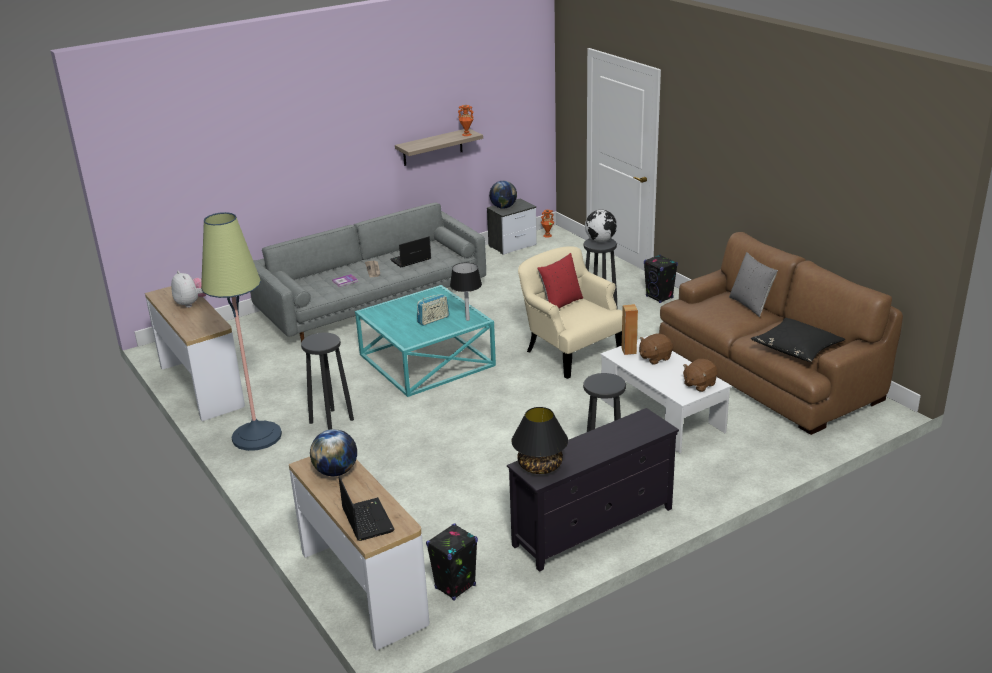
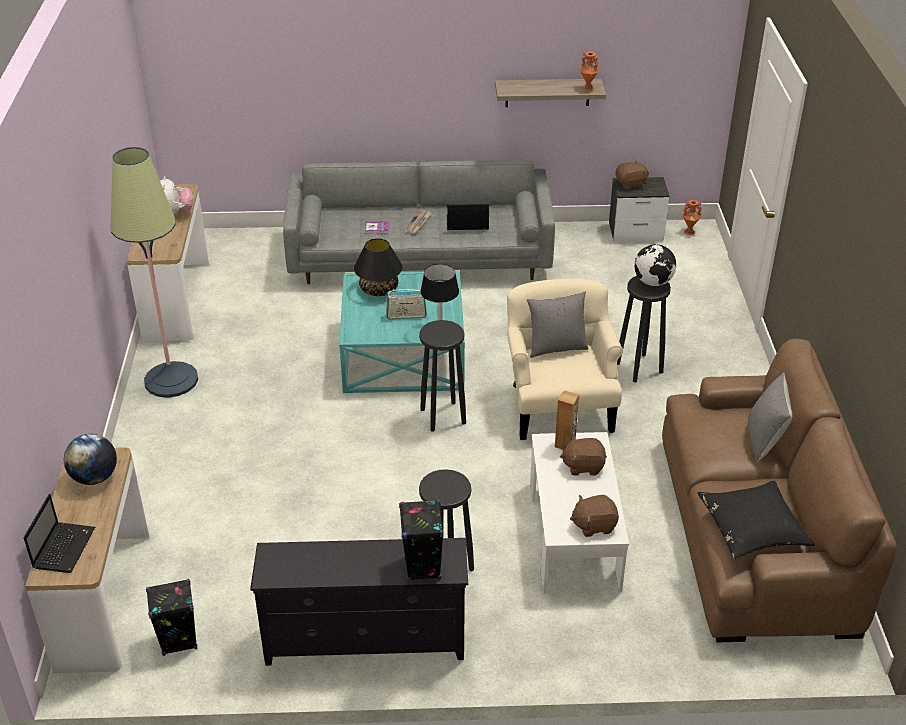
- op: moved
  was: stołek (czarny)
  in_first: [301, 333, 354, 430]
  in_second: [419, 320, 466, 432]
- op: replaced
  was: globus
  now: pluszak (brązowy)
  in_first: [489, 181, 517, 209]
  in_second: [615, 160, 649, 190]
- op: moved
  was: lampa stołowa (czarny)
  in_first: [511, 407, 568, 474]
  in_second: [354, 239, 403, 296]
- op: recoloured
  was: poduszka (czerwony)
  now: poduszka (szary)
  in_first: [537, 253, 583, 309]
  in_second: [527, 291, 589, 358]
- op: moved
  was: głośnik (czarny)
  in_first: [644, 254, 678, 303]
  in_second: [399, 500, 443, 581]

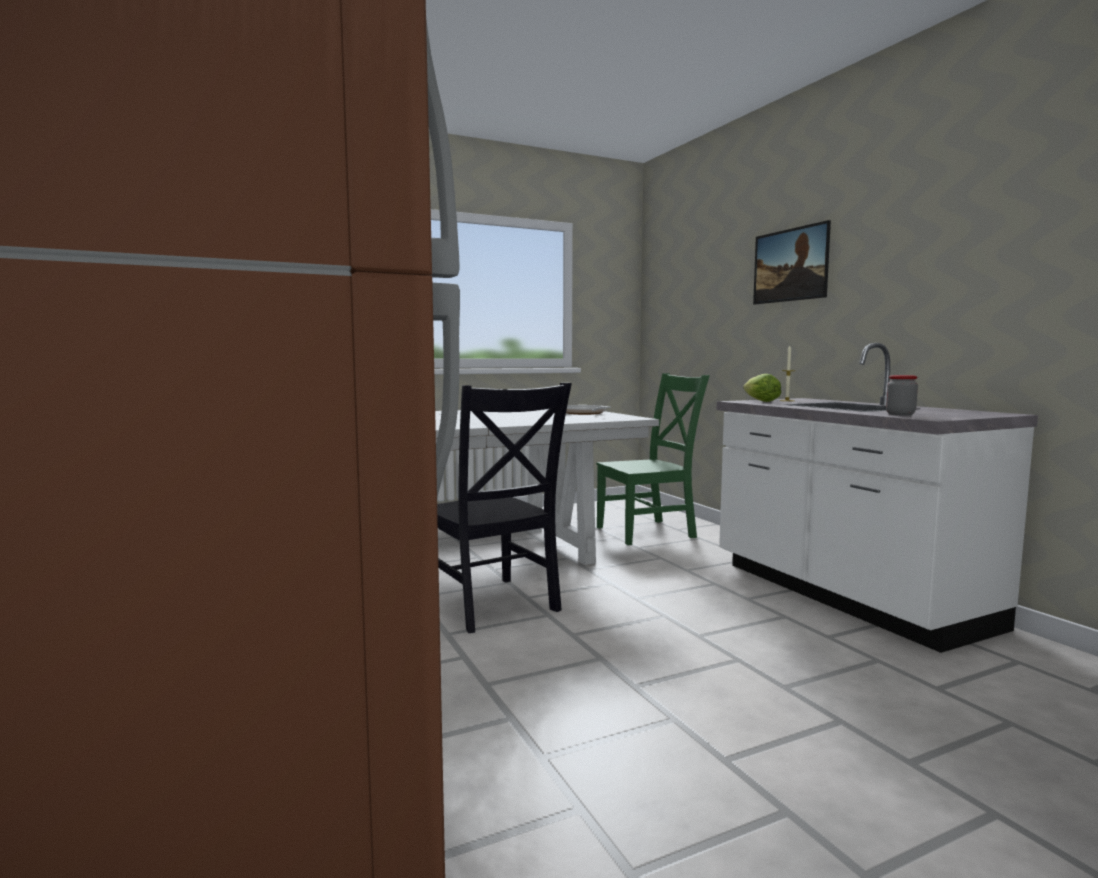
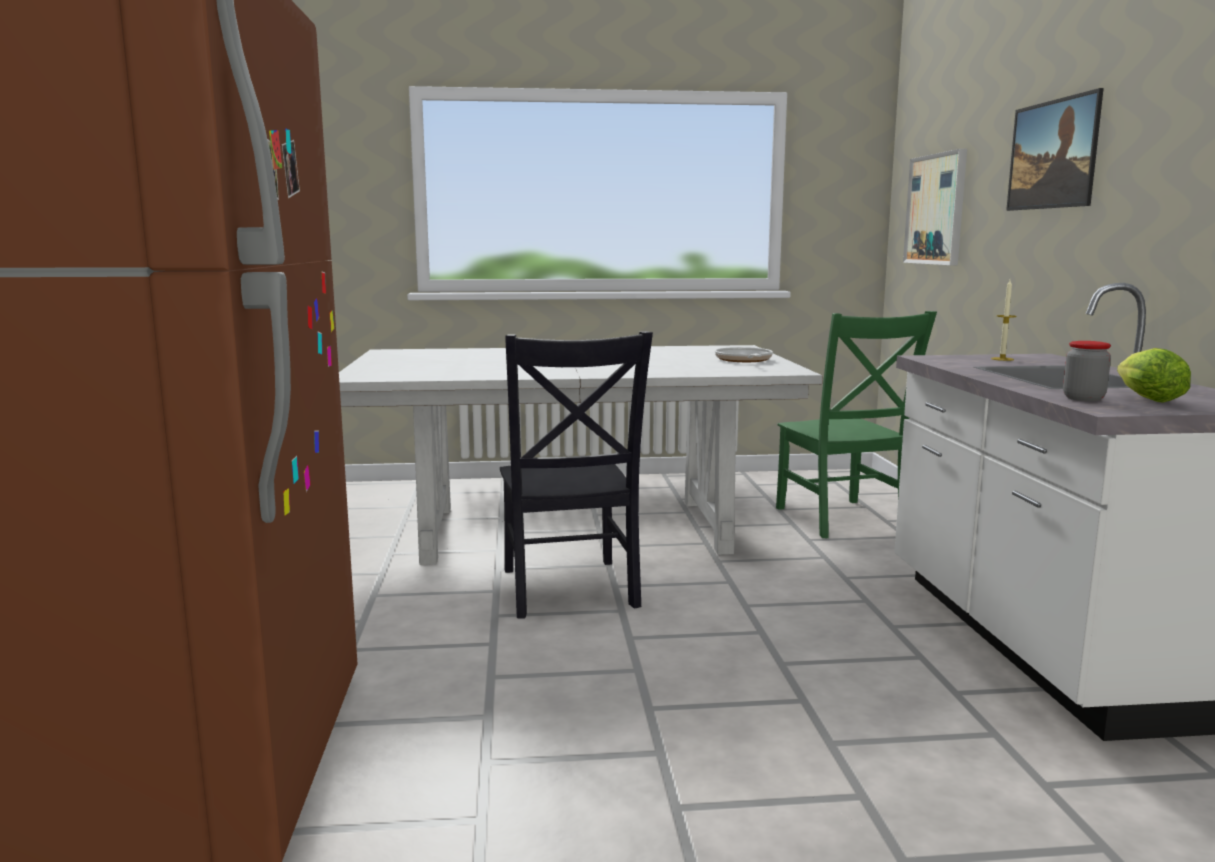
- op: turned
  was: krzesło (zielony)
  in_first: [596, 373, 710, 545]
  in_second: [776, 311, 937, 538]
  clockwise: 75
- op: moved
  was: sałata
  in_first: [743, 374, 781, 402]
  in_second: [1117, 348, 1191, 403]
- op: added
  now: obraz
  in_second: [903, 149, 967, 265]

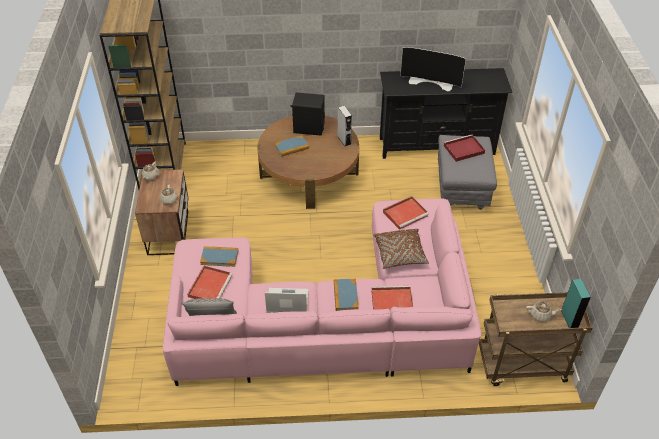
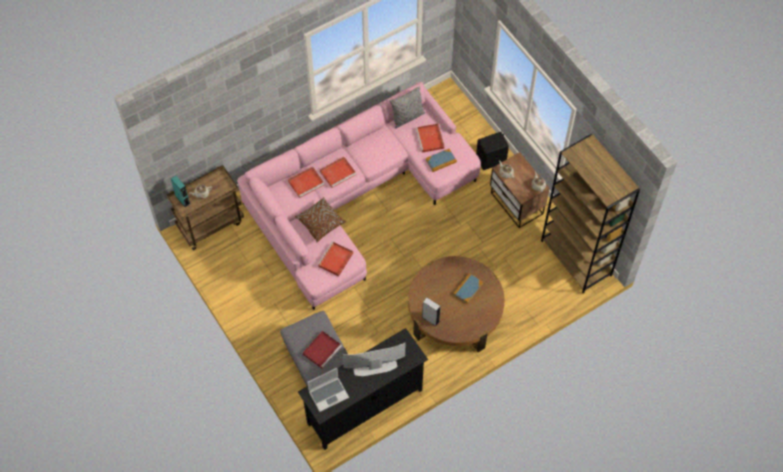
- op: moved
  was: laptop
  in_first: [265, 288, 309, 313]
  in_second: [307, 368, 349, 412]
- op: moved
  was: głośnik (czarny)
  in_first: [290, 93, 325, 136]
  in_second: [476, 132, 509, 170]
- op: replaced
  was: książka
  now: taca (czerwony)
  in_first: [334, 279, 359, 311]
  in_second: [320, 157, 356, 188]

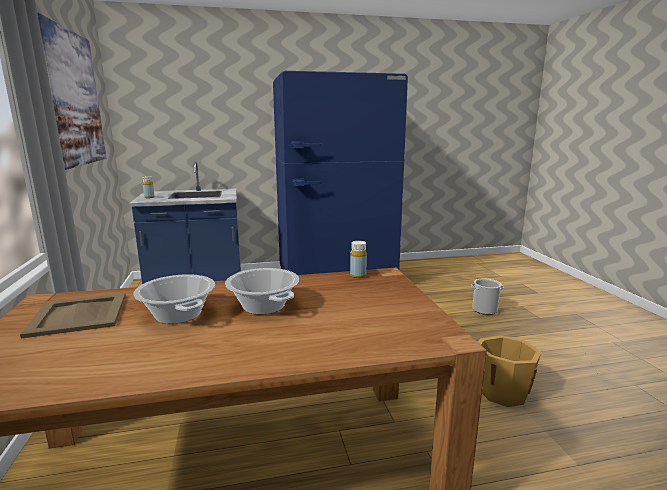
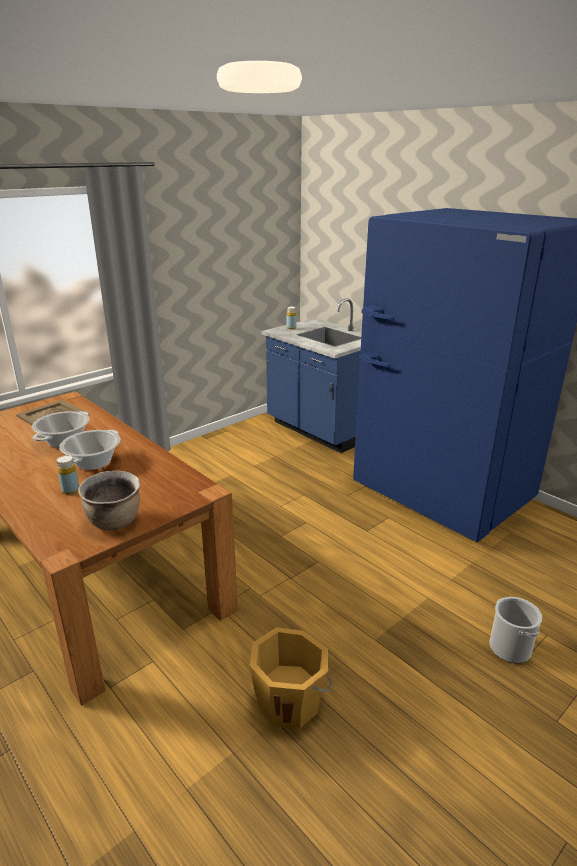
- op: removed
  was: obraz
  in_first: [37, 13, 106, 170]
- op: moved
  was: butelka (żółty)
  in_first: [350, 241, 367, 278]
  in_second: [57, 455, 79, 495]
- op: added
  now: garnek (brązowy)
  in_second: [78, 471, 140, 531]

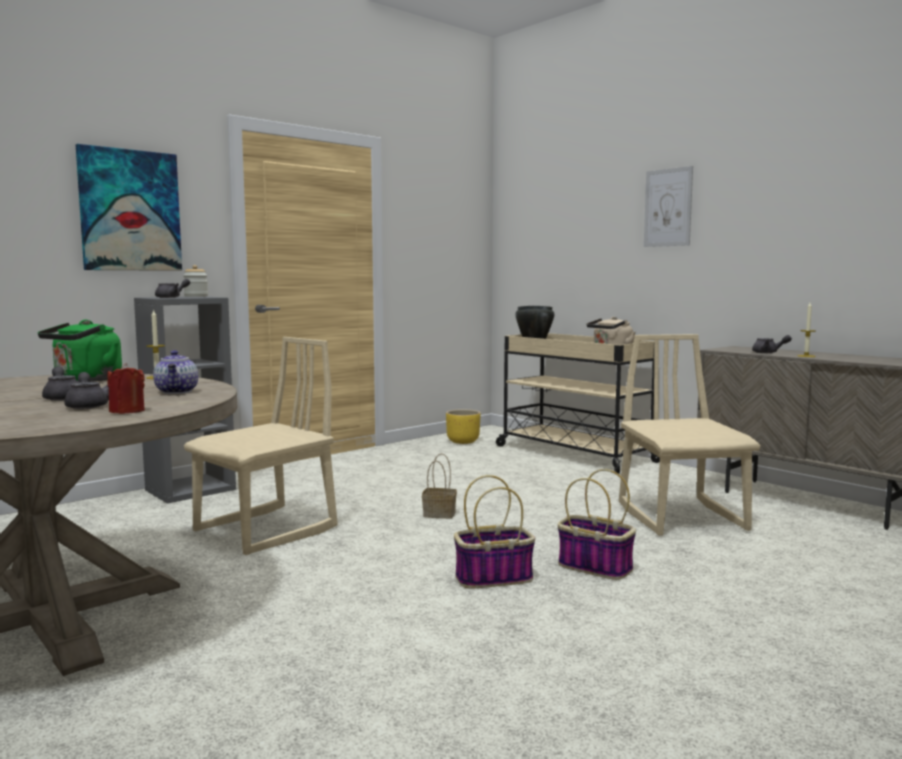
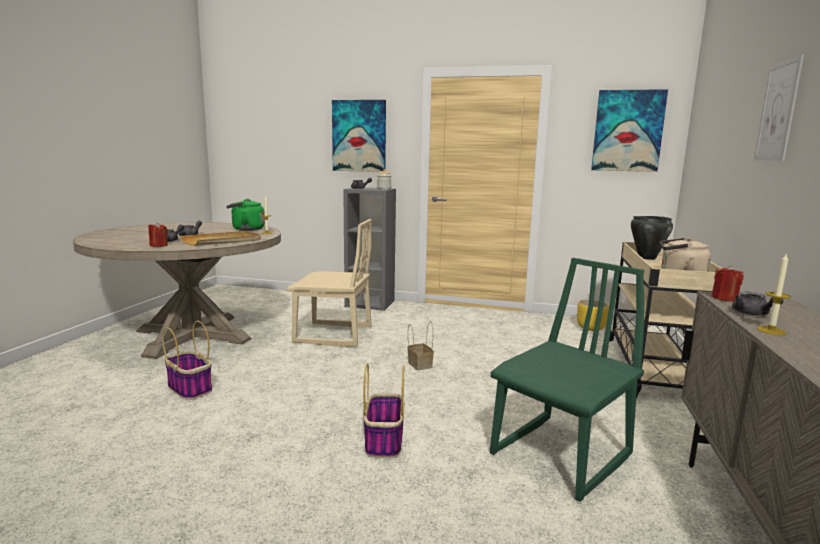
- op: replaced
  was: imbryk
  now: taca (beżowy)
  in_first: [153, 350, 198, 394]
  in_second: [181, 231, 261, 246]
- op: moved
  was: koszyk
  in_first: [454, 475, 535, 588]
  in_second: [162, 320, 212, 400]
- op: recoloured
  was: krzesło (beżowy)
  now: krzesło (zielony)
  in_first: [619, 334, 760, 536]
  in_second: [490, 258, 645, 502]
- op: added
  now: obraz
  in_second: [591, 89, 668, 172]
- op: added
  now: świeca (czerwony)
  in_second: [711, 265, 744, 302]

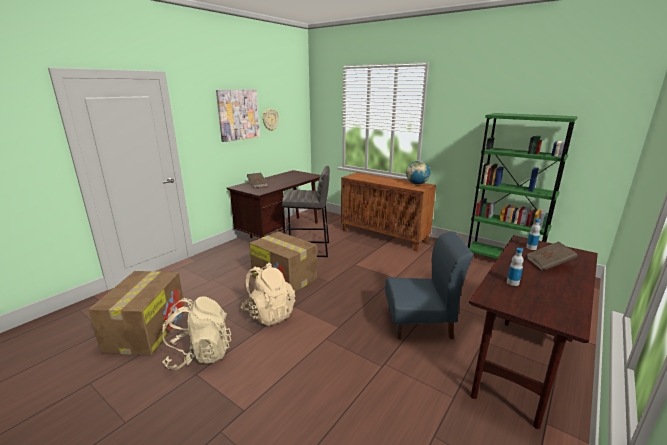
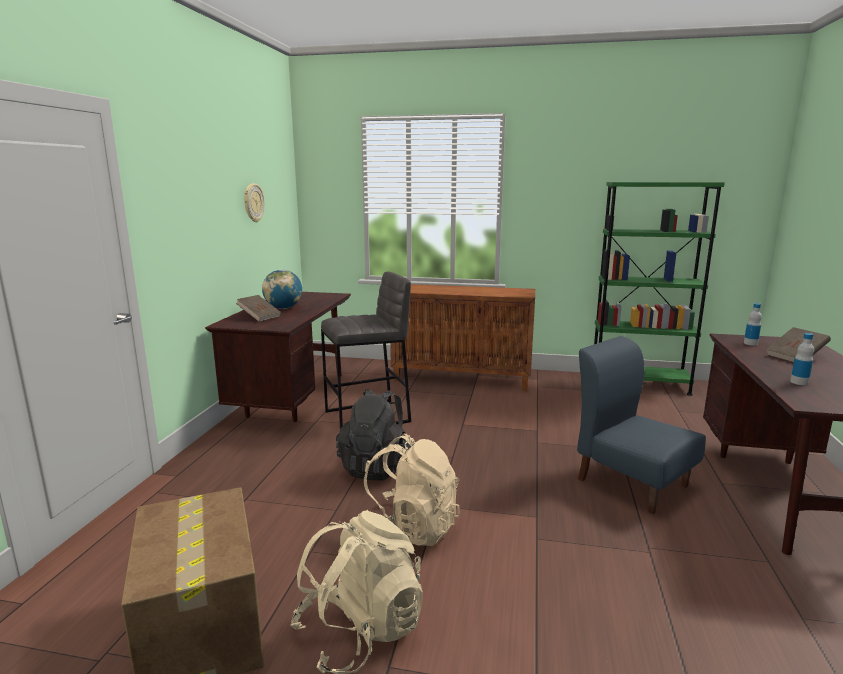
- op: removed
  was: obraz
  in_first: [216, 89, 260, 142]
- op: replaced
  was: karton
  now: plecak (czarny)
  in_first: [249, 231, 317, 292]
  in_second: [336, 388, 411, 481]
- op: turned
  was: krzesło (niebieski)
  in_first: [385, 232, 473, 339]
  in_second: [577, 336, 706, 514]
  clockwise: -105
- op: moved
  was: globus
  in_first: [406, 161, 430, 185]
  in_second: [262, 270, 302, 309]

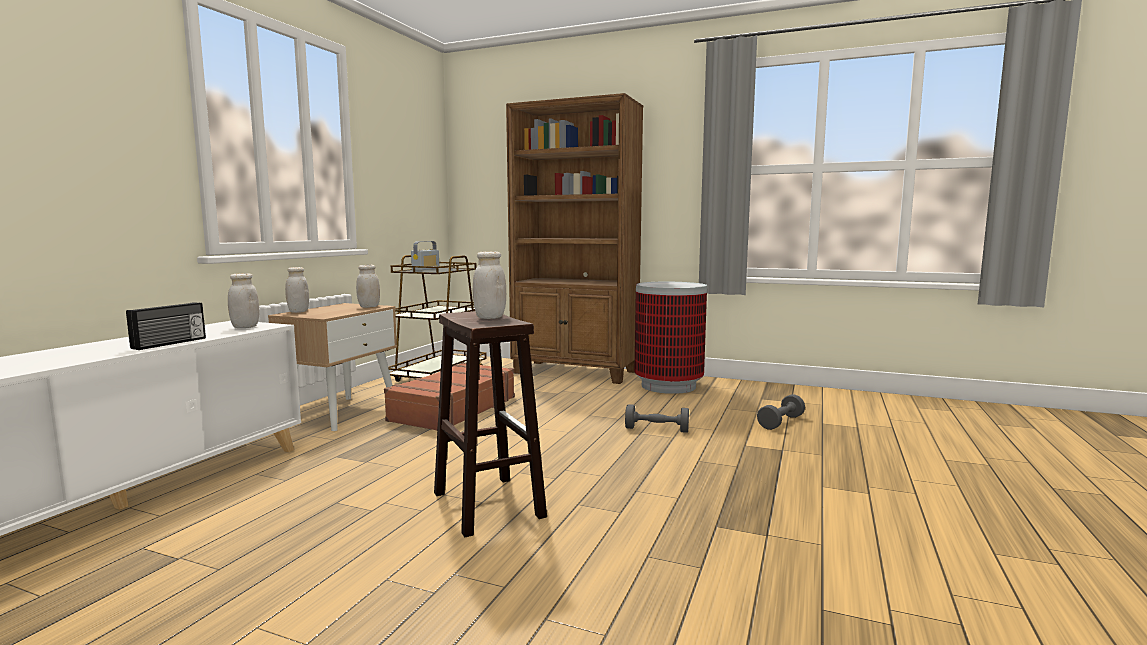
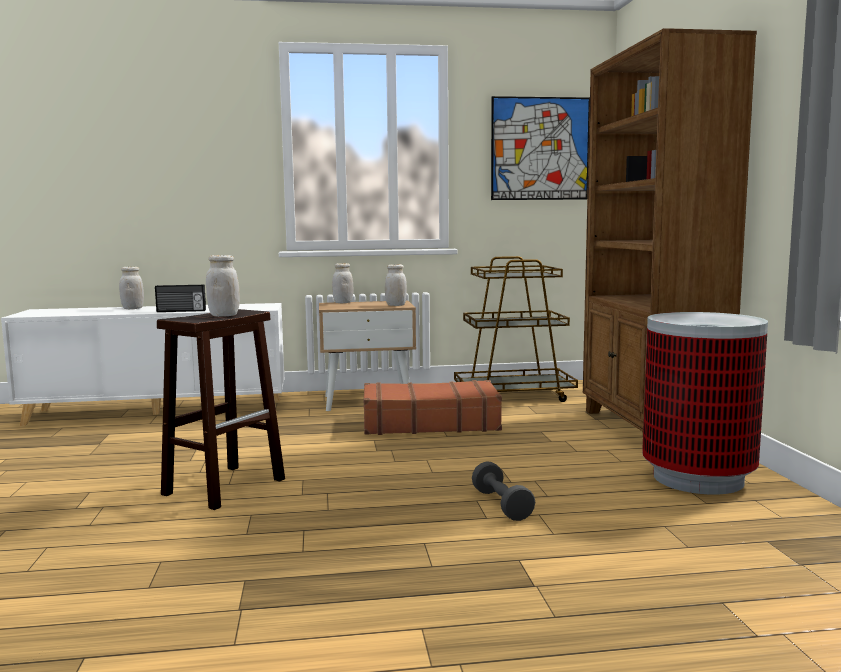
- op: moved
  was: słoik (biały)
  in_first: [228, 273, 259, 328]
  in_second: [119, 267, 144, 309]
- op: removed
  was: radio
  in_first: [411, 241, 439, 270]
- op: removed
  was: hantel (szary)
  in_first: [757, 395, 805, 430]
- op: added
  now: obraz
  in_second: [491, 96, 590, 200]

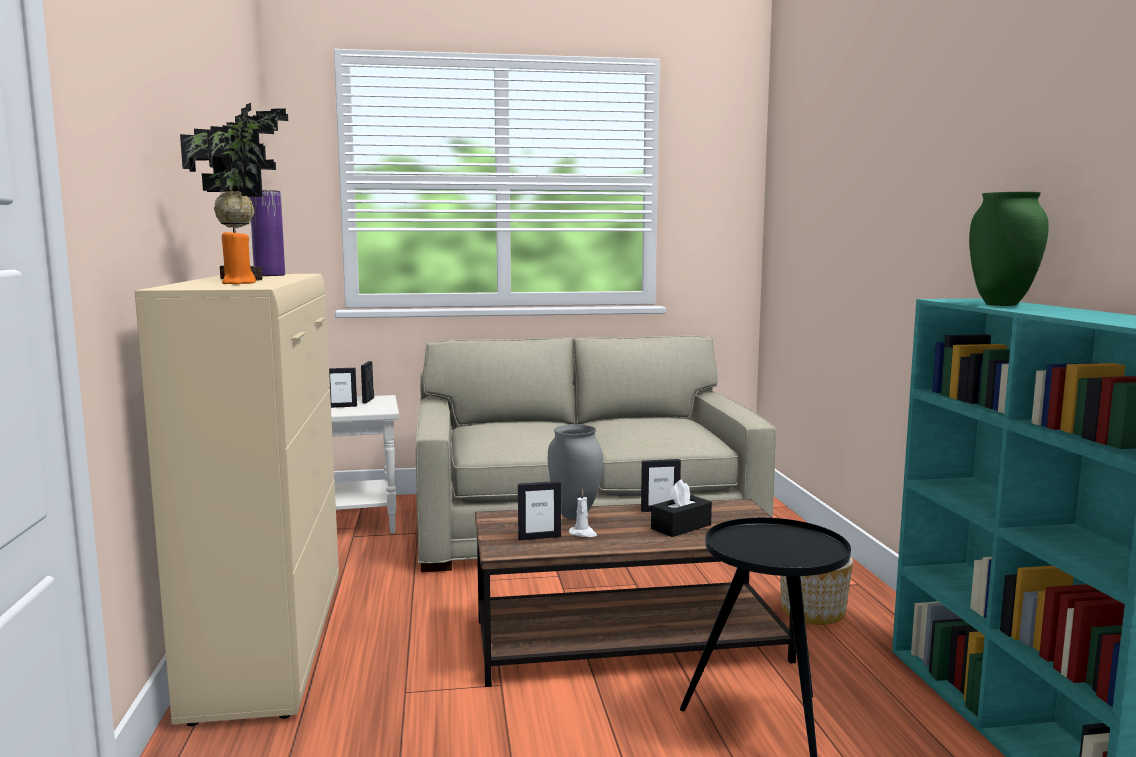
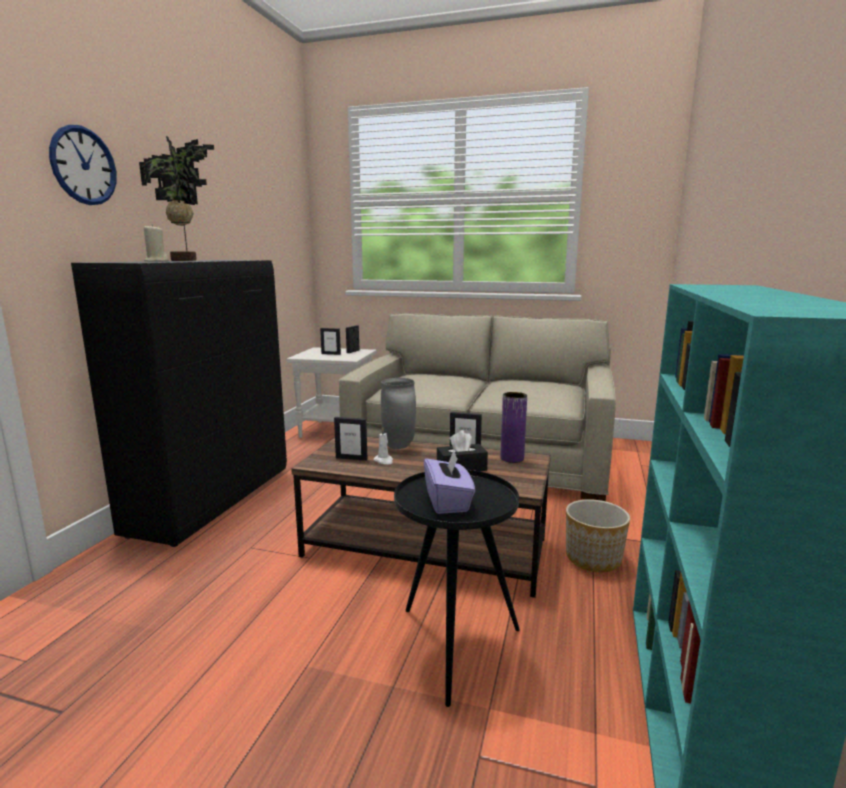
- op: recoloured
  was: szafka (beżowy)
  now: szafka (czarny)
  in_first: [135, 274, 339, 726]
  in_second: [71, 260, 287, 547]
- op: recoloured
  was: świeca (pomarańczowy)
  now: świeca (beżowy)
  in_first: [222, 229, 256, 285]
  in_second: [144, 224, 169, 262]
- op: moved
  was: wazon (fioletowy)
  in_first: [249, 190, 285, 276]
  in_second: [500, 392, 527, 463]
- op: removed
  was: wazon (zielony)
  in_first: [969, 192, 1049, 306]
- op: added
  now: zegar ścienny
  in_second: [49, 125, 117, 205]
- op: added
  now: pudełko chusteczek (fioletowy)
  in_second: [424, 450, 475, 514]

